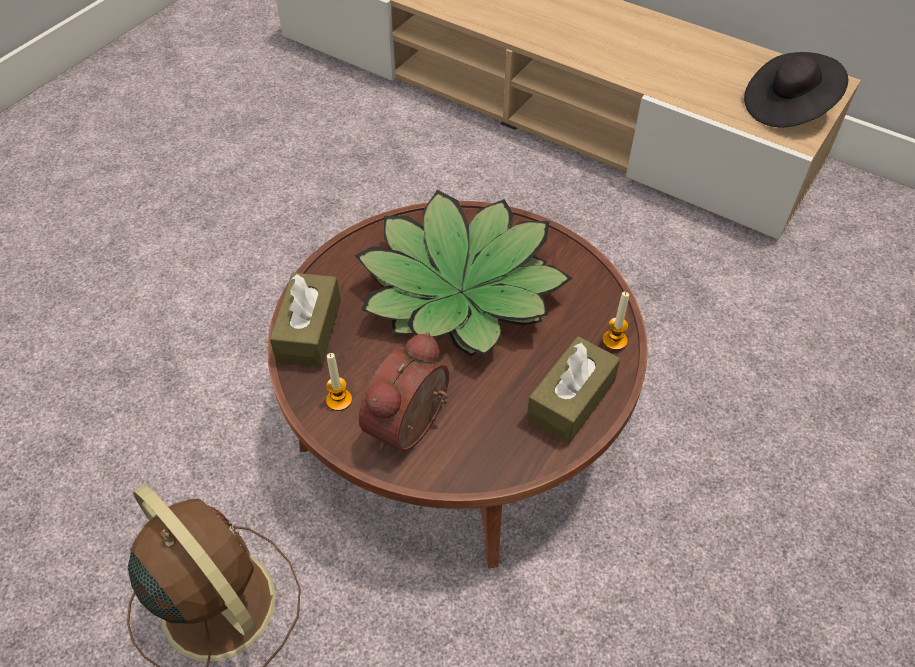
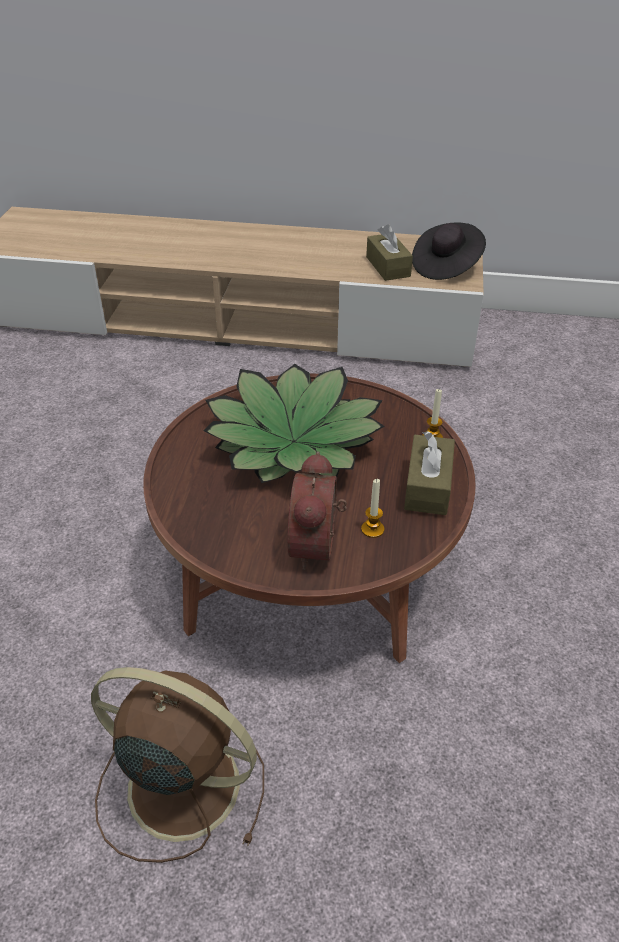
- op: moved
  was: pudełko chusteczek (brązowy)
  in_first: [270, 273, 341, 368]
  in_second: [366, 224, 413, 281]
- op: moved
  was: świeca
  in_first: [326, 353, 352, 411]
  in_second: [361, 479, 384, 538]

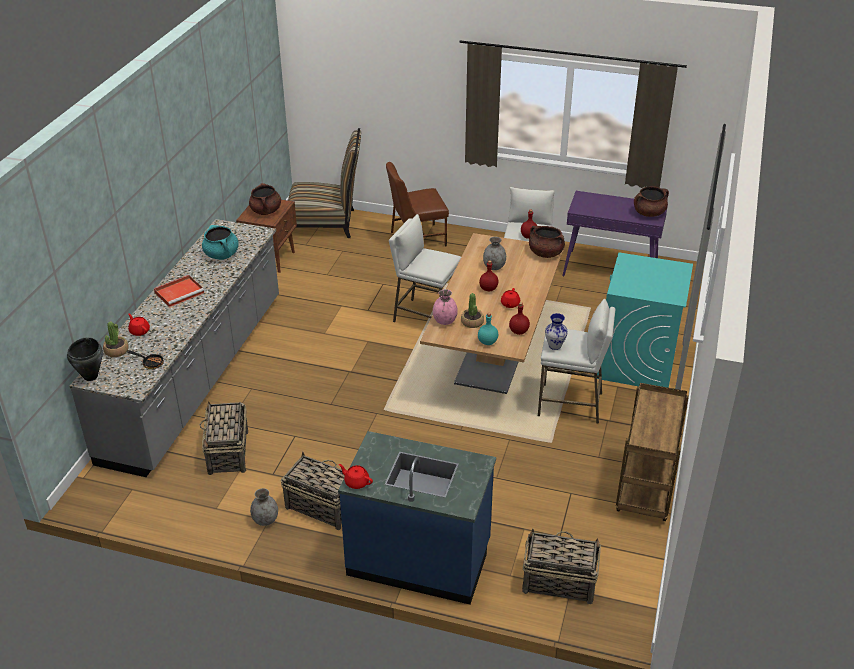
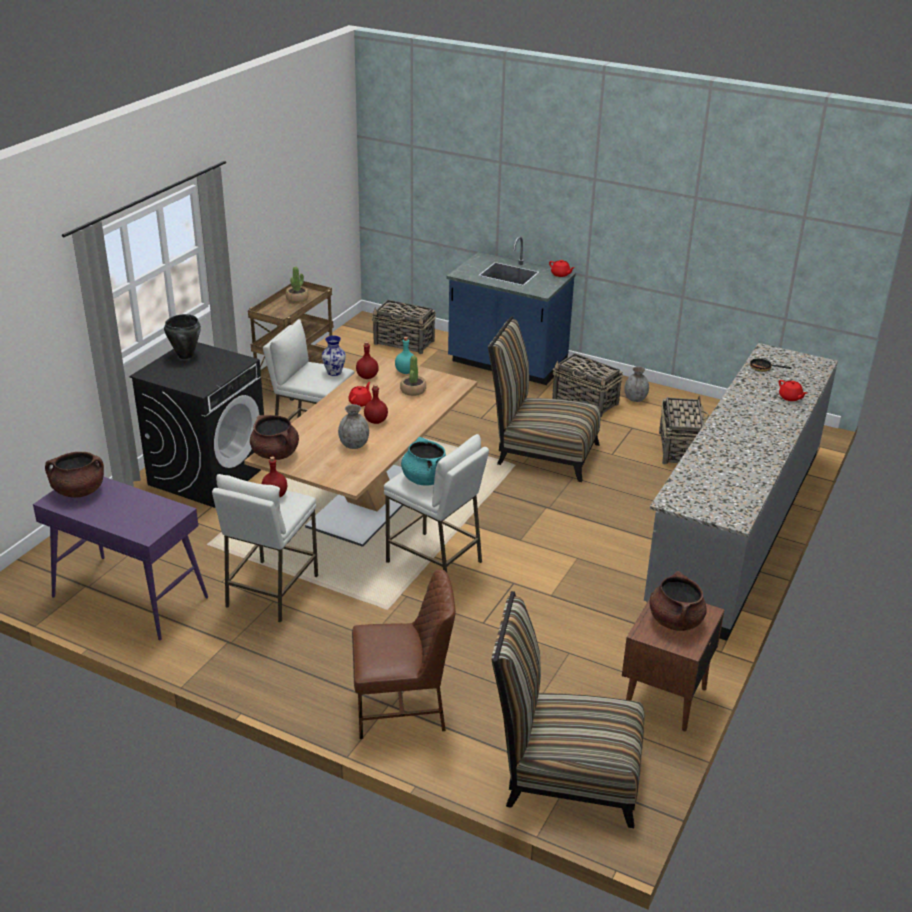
- op: moved
  was: garnek (czarny)
  in_first: [67, 337, 103, 381]
  in_second: [164, 314, 201, 359]
- op: moved
  was: roślina doniczkowa
  in_first: [103, 322, 129, 357]
  in_second: [286, 266, 309, 303]
- op: removed
  was: taca (czerwony)
  in_first: [154, 275, 204, 307]
- op: moved
  was: garnek (turkusowy)
  in_first: [202, 225, 239, 260]
  in_second: [401, 437, 446, 486]
- op: removed
  was: wazon (różowy)
  in_first: [433, 289, 458, 325]
- op: recoloured
  was: pralka (turkusowy)
  now: pralka (czarny)
  in_first: [597, 253, 693, 388]
  in_second: [129, 342, 264, 508]
- op: added
  now: krzesło
  in_second: [488, 316, 601, 482]

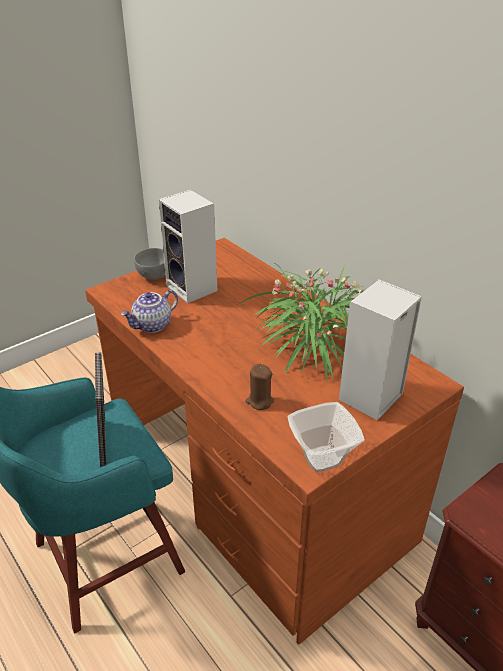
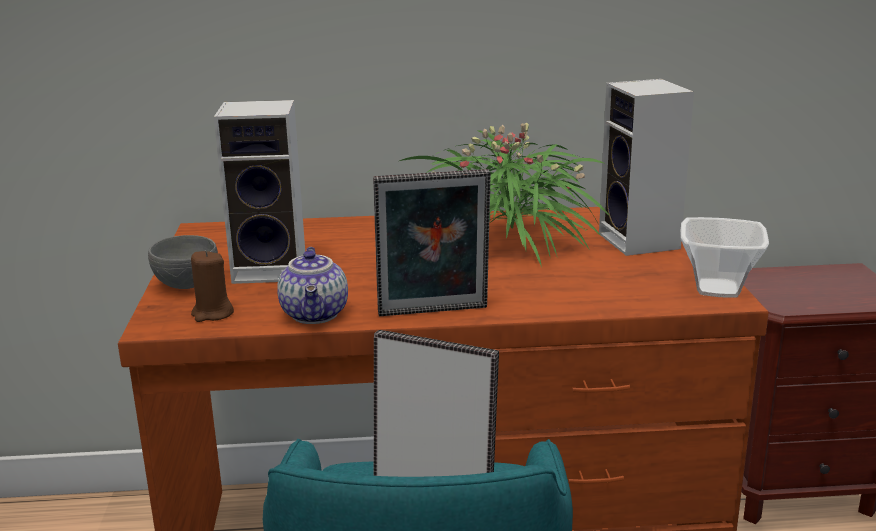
- op: moved
  was: świeca (brązowy)
  in_first: [245, 364, 274, 410]
  in_second: [191, 250, 234, 322]
- op: added
  now: ramka na zdjęcie
  in_second: [373, 169, 491, 316]

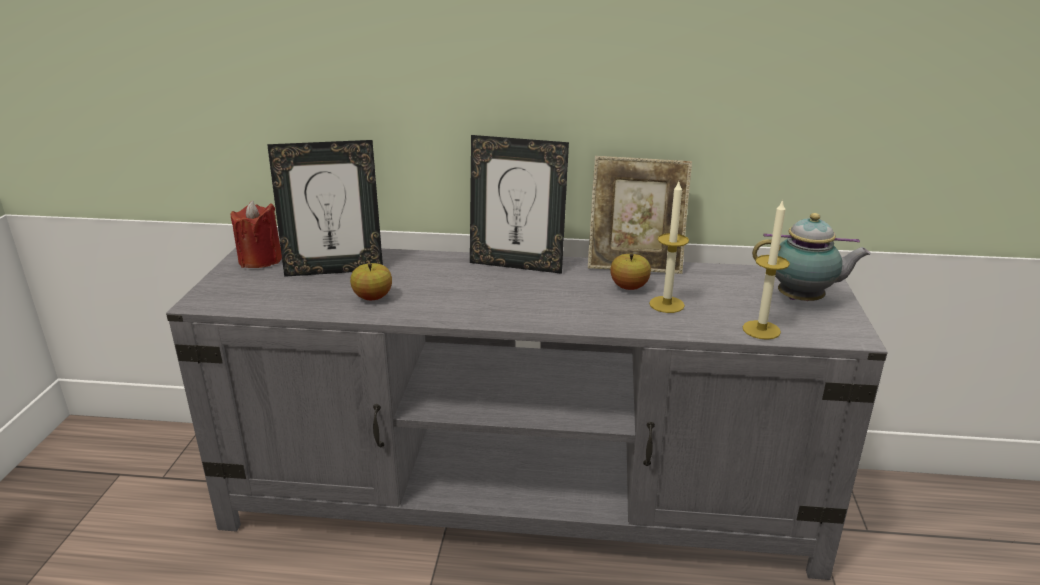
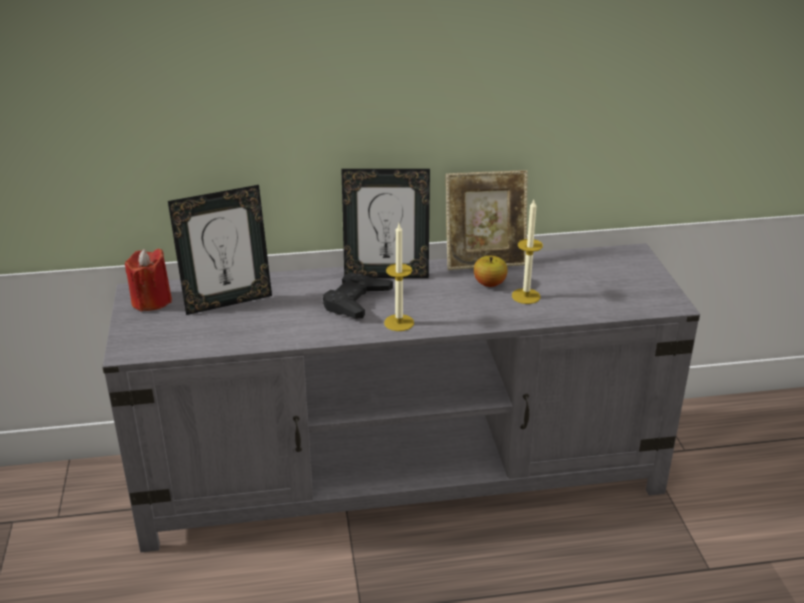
- op: removed
  was: jabłko
  in_first: [350, 263, 392, 300]
- op: moved
  was: świeca
  in_first: [743, 199, 790, 340]
  in_second: [384, 224, 414, 331]
- op: removed
  was: imbryk
  in_first: [752, 213, 871, 301]
- op: added
  now: pad do gier (czarny)
  in_second: [323, 272, 393, 319]

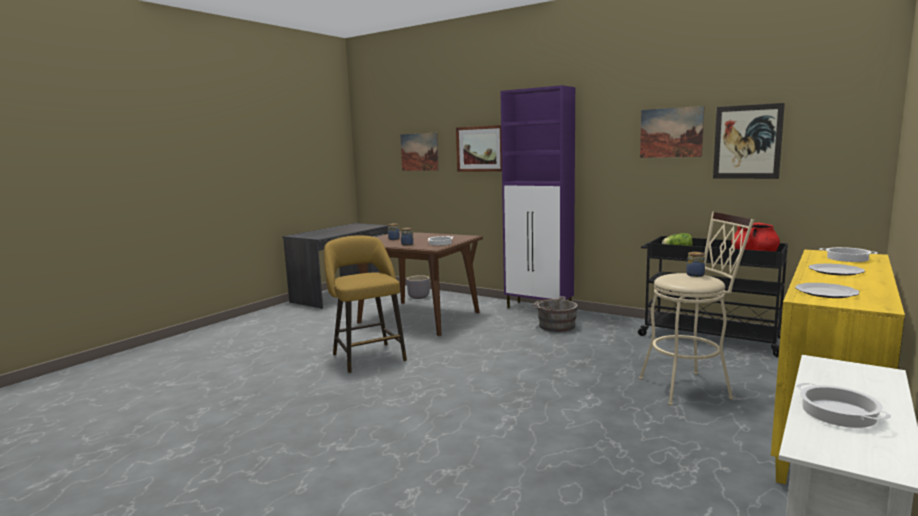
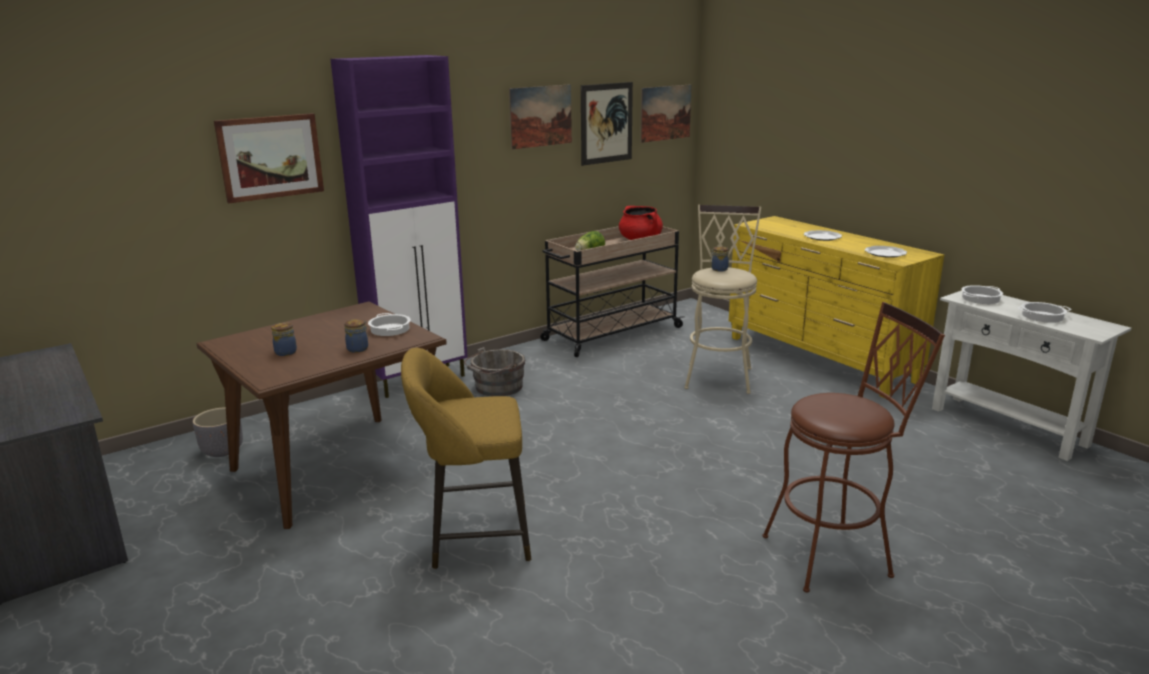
- op: moved
  was: obraz
  in_first: [400, 133, 439, 171]
  in_second: [641, 84, 692, 143]
- op: recoloured
  was: wózek (czarny)
  now: wózek (beżowy)
  in_first: [638, 236, 788, 357]
  in_second: [540, 226, 685, 357]
- op: moved
  was: garnek
  in_first: [819, 247, 878, 262]
  in_second: [962, 285, 1003, 304]
- op: added
  now: stołek (brązowy)
  in_second: [762, 302, 945, 593]

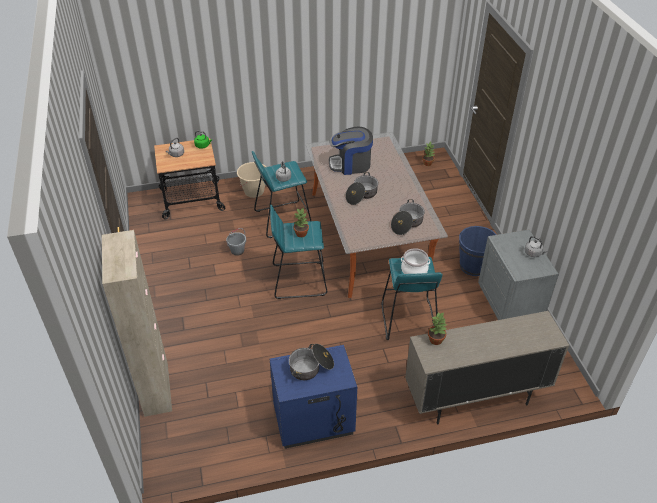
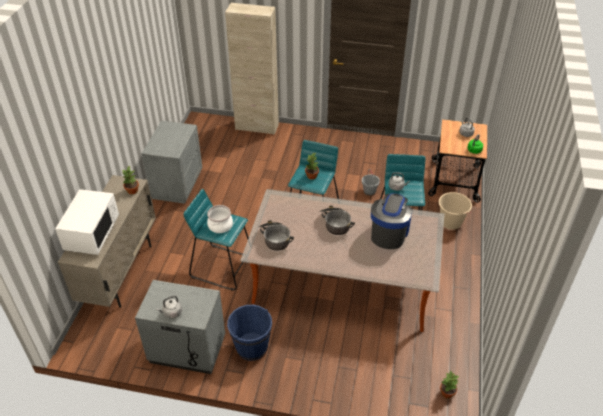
- op: recoloured
  was: szafka nocna (niebieski)
  now: szafka nocna (szary)
  in_first: [270, 345, 357, 449]
  in_second: [141, 120, 203, 204]
- op: removed
  was: garnek
  in_first: [289, 344, 334, 380]
- op: added
  now: mikrofalówka (biały)
  in_second: [55, 189, 119, 255]

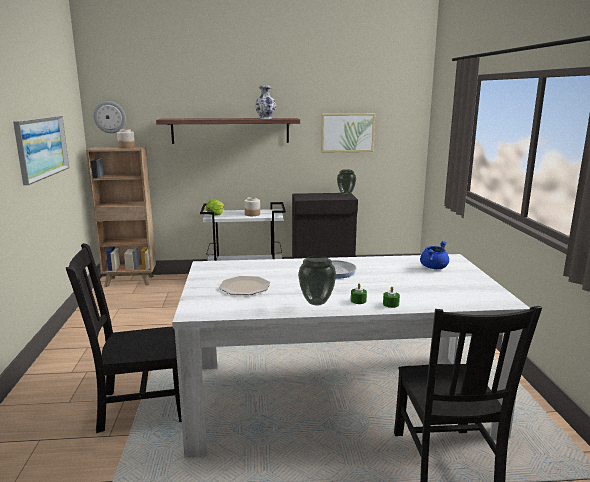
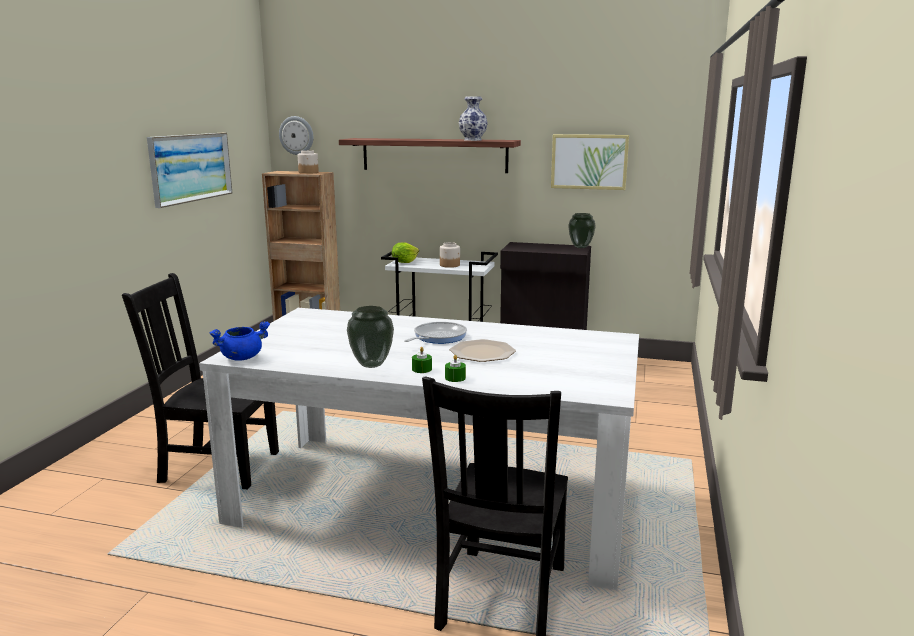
- op: moved
  was: talerz
  in_first: [219, 276, 270, 295]
  in_second: [450, 339, 516, 362]
- op: moved
  was: garnek (niebieski)
  in_first: [420, 241, 449, 269]
  in_second: [209, 322, 270, 361]

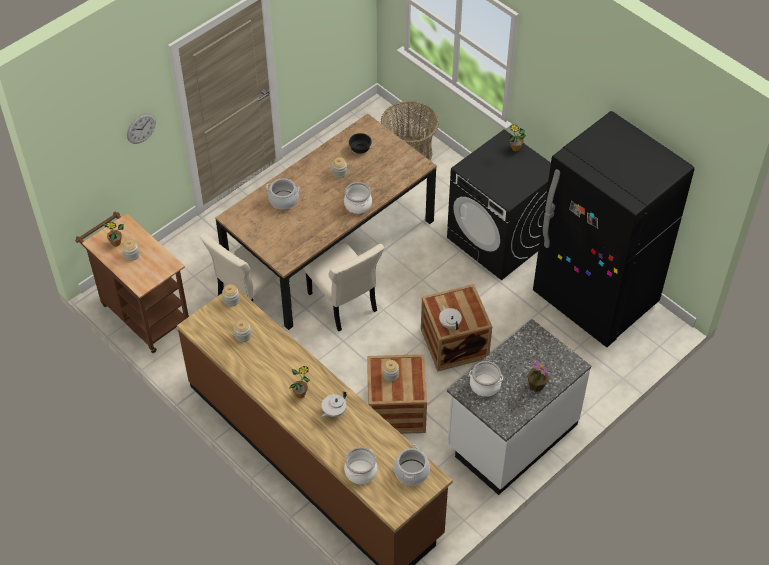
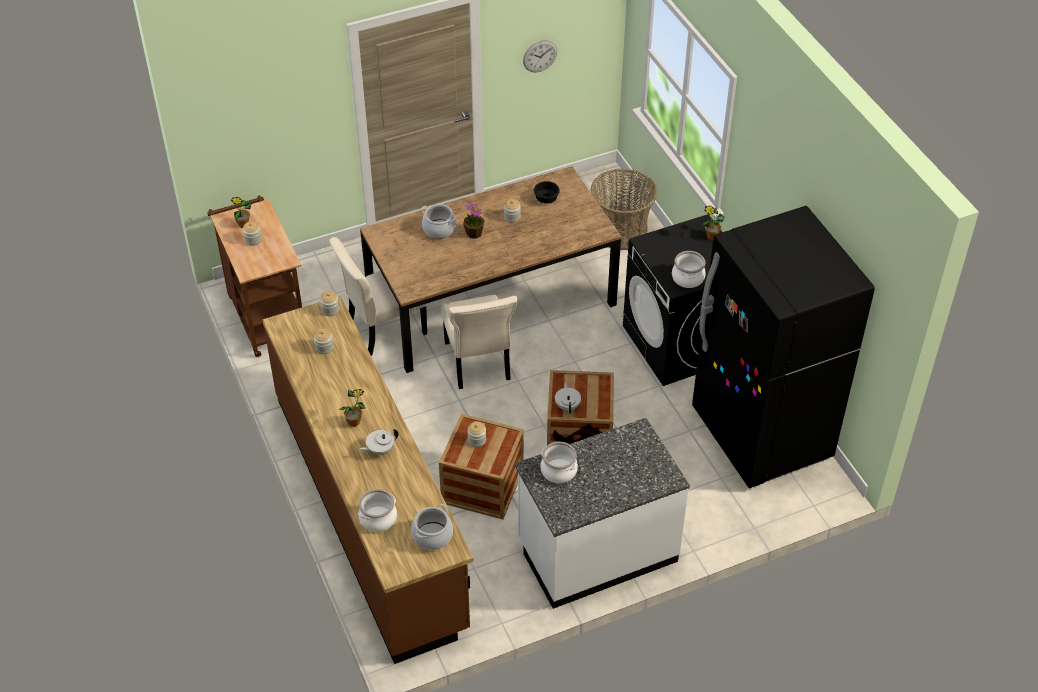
- op: moved
  was: zegar ścienny
  in_first: [127, 113, 156, 144]
  in_second: [523, 40, 557, 72]
- op: moved
  was: garnek
  in_first: [344, 182, 372, 214]
  in_second: [672, 251, 706, 288]
- op: moved
  was: roślina doniczkowa
  in_first: [527, 360, 549, 392]
  in_second: [463, 201, 485, 239]

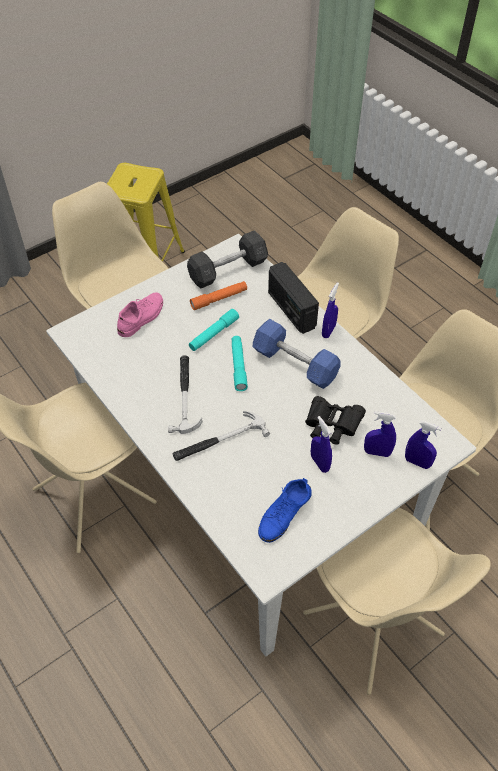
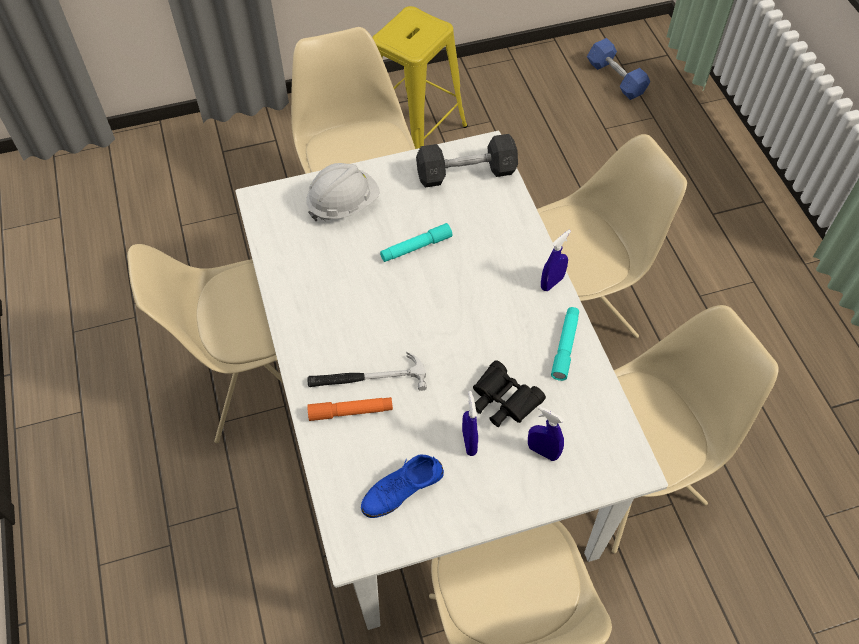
- op: replaced
  was: but (różowy)
  now: kask (biały)
  in_first: [117, 292, 163, 337]
  in_second: [306, 163, 380, 221]
- op: removed
  was: młotek
  in_first: [168, 355, 202, 434]
- op: moved
  was: latarka (pomarańczowy)
  in_first: [190, 281, 247, 310]
  in_second: [307, 397, 393, 421]
- op: moved
  was: latarka (turkusowy)
  in_first: [232, 336, 248, 391]
  in_second: [551, 307, 579, 381]
- op: moved
  was: hantel (niebieski)
  in_first: [252, 319, 340, 389]
  in_second: [587, 38, 650, 100]
- op: removed
  was: radio
  in_first: [268, 262, 319, 334]
- op: removed
  was: spryskiwacz (niebieski)
  in_first: [405, 420, 441, 469]

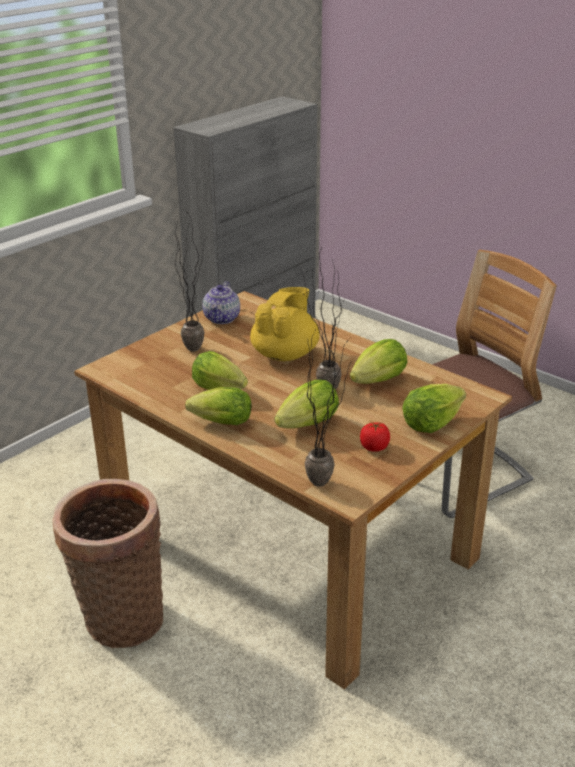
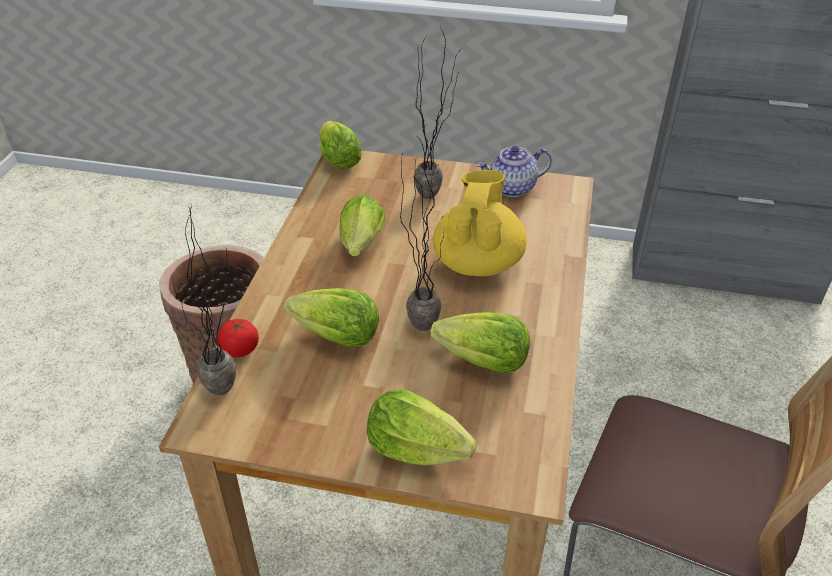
- op: moved
  was: sałata
  in_first: [185, 387, 251, 425]
  in_second: [319, 121, 362, 169]
- op: turned
  was: imbryk (żółty)
  in_first: [250, 287, 320, 361]
  in_second: [433, 170, 527, 277]
  clockwise: -75
- op: moved
  was: pomidor
  in_first: [360, 422, 390, 452]
  in_second: [217, 319, 259, 357]

